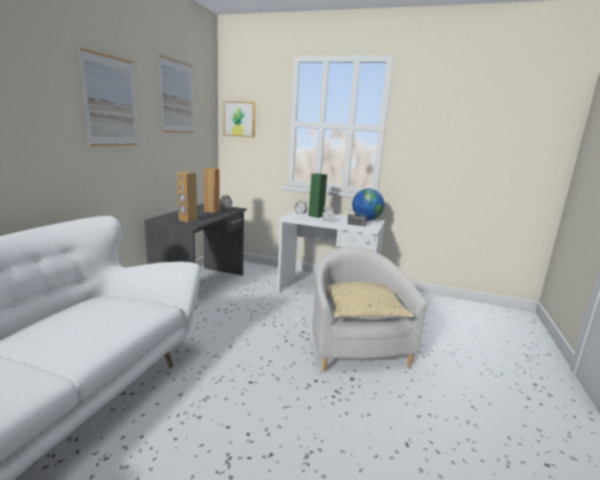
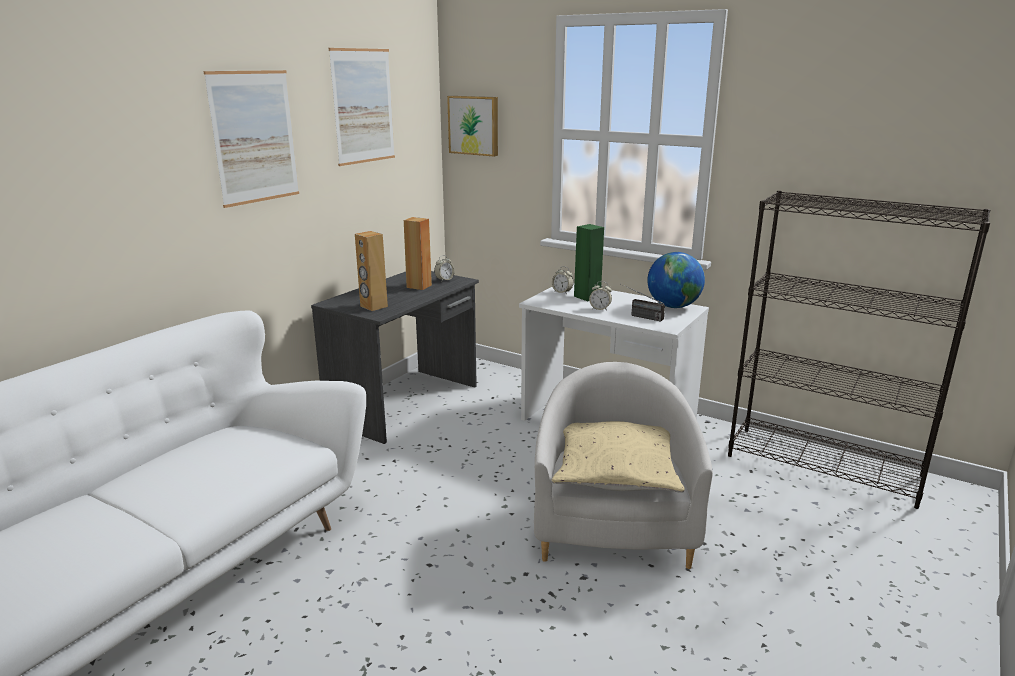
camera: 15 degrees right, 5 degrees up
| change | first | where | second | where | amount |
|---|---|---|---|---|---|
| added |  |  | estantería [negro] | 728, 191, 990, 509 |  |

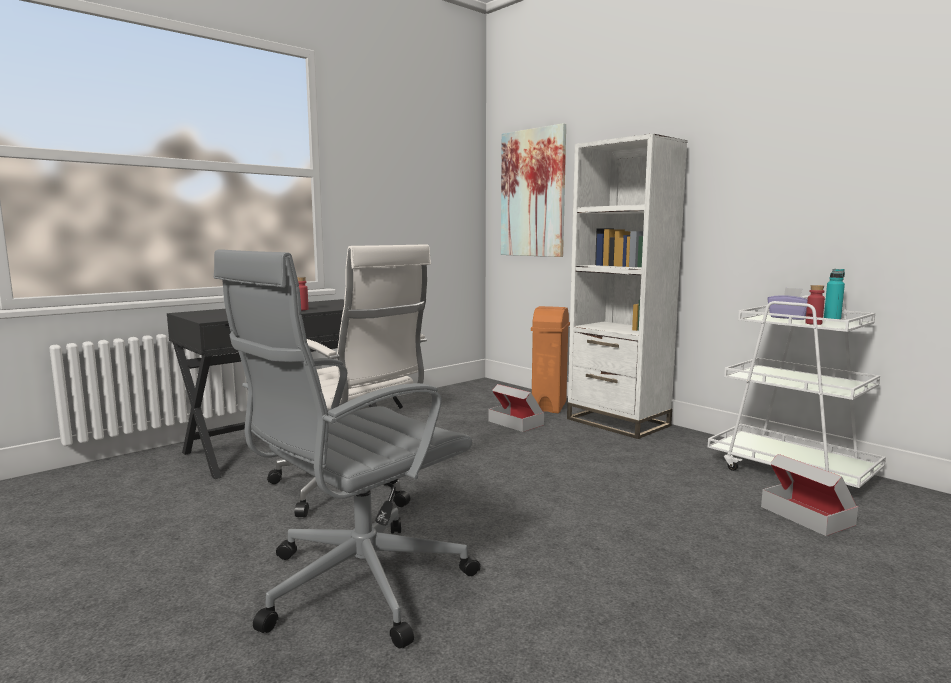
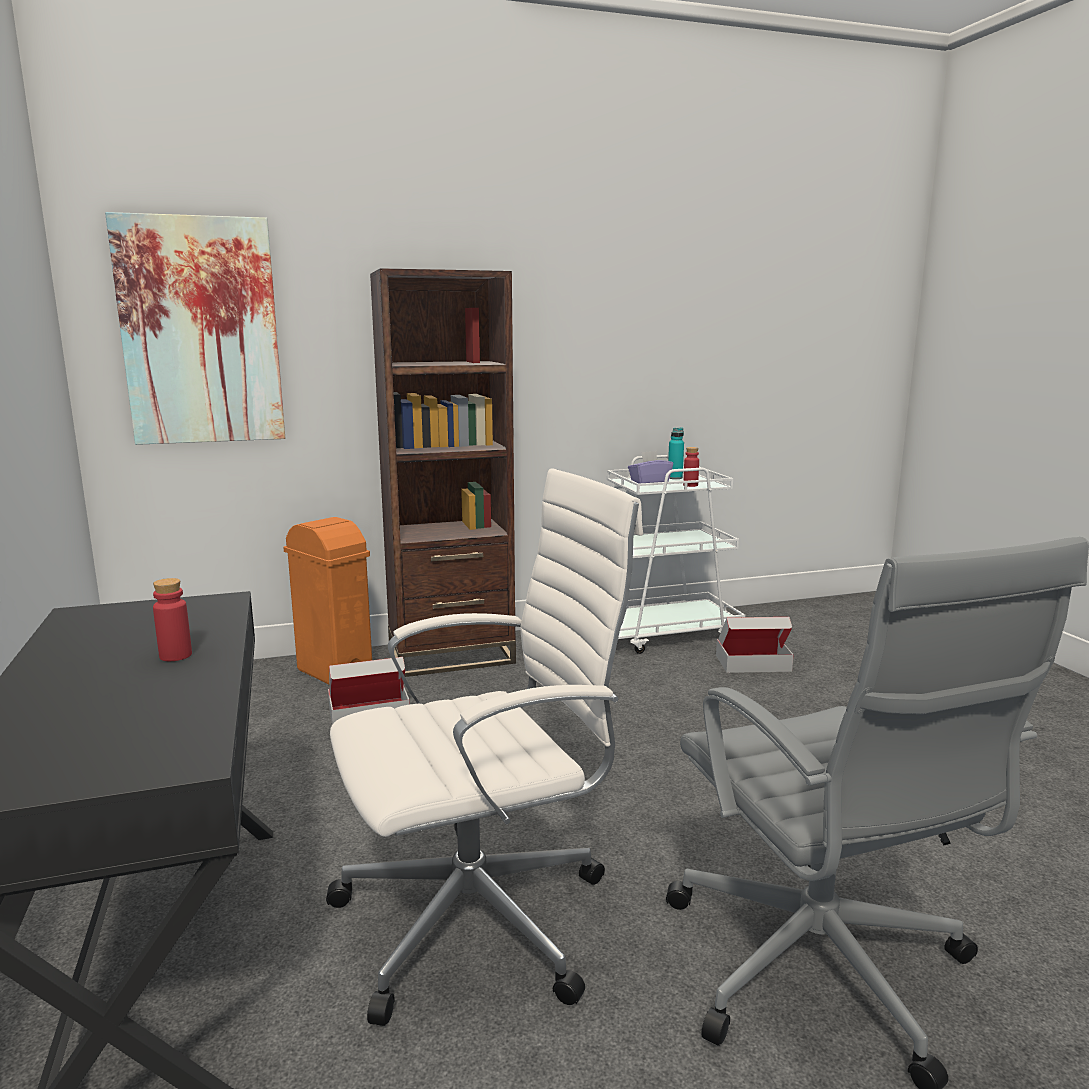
camera: 65 degrees left, 5 degrees up
| change | first | where | second | where | amount |
|---|---|---|---|---|---|
| recoloured | estantería [blanco] | 567, 133, 688, 439 | estantería [marrón] | 370, 268, 516, 677 |  |

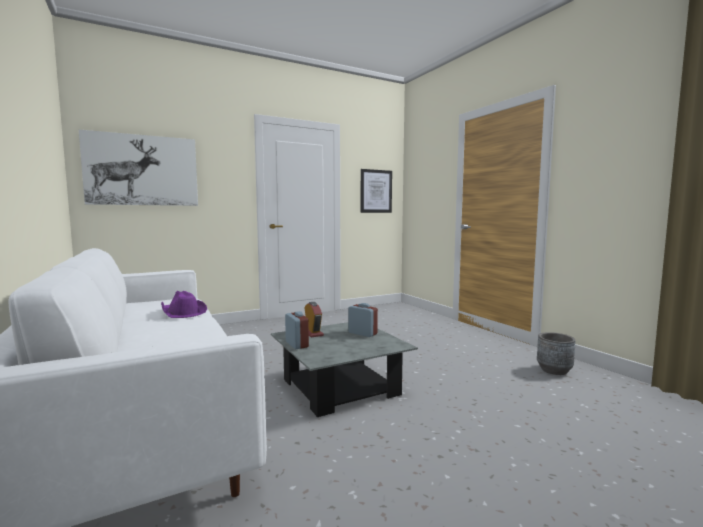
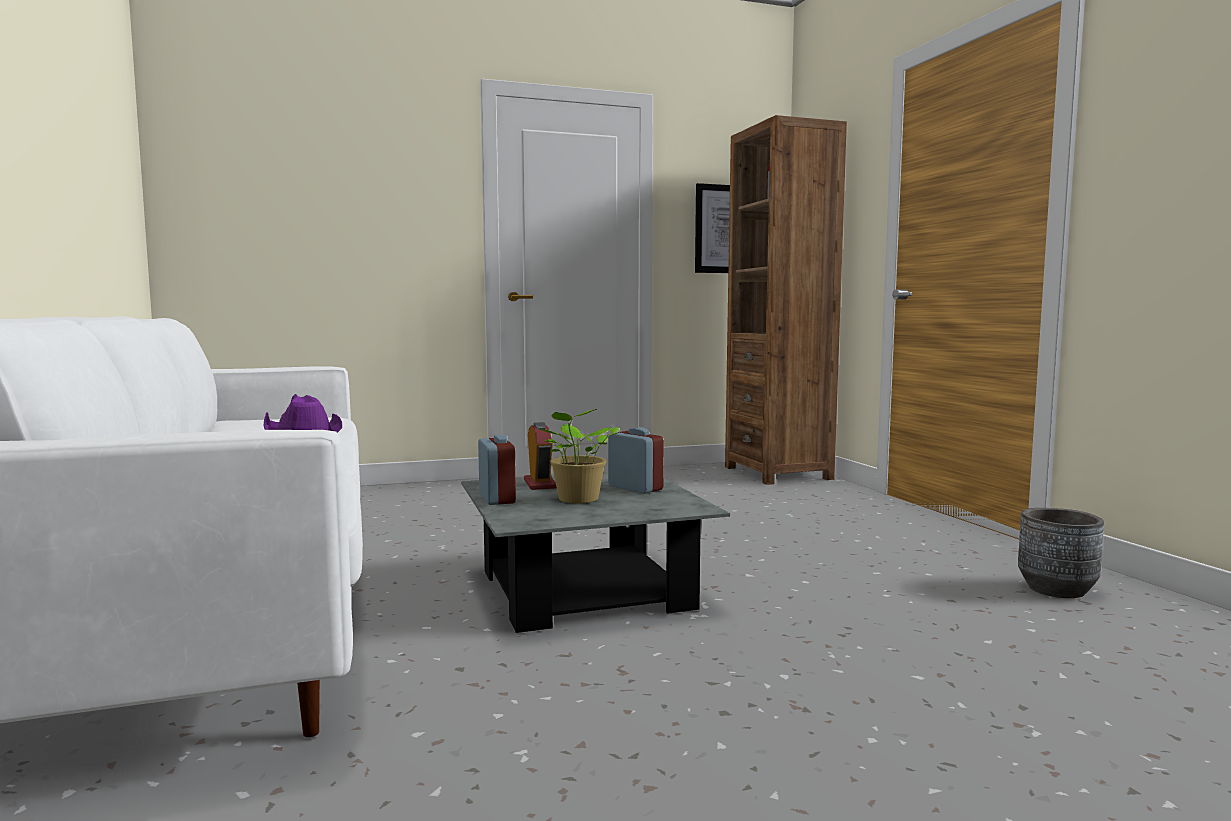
camera: 10 degrees right, 0 degrees up
| change | first | where | second | where | amount |
|---|---|---|---|---|---|
| removed | cuadro | 79, 130, 198, 206 |  |  |  |
| added |  |  | estantería [marrón] | 725, 115, 847, 485 |  |
| added |  |  | planta en maceta | 540, 409, 619, 503 |  |

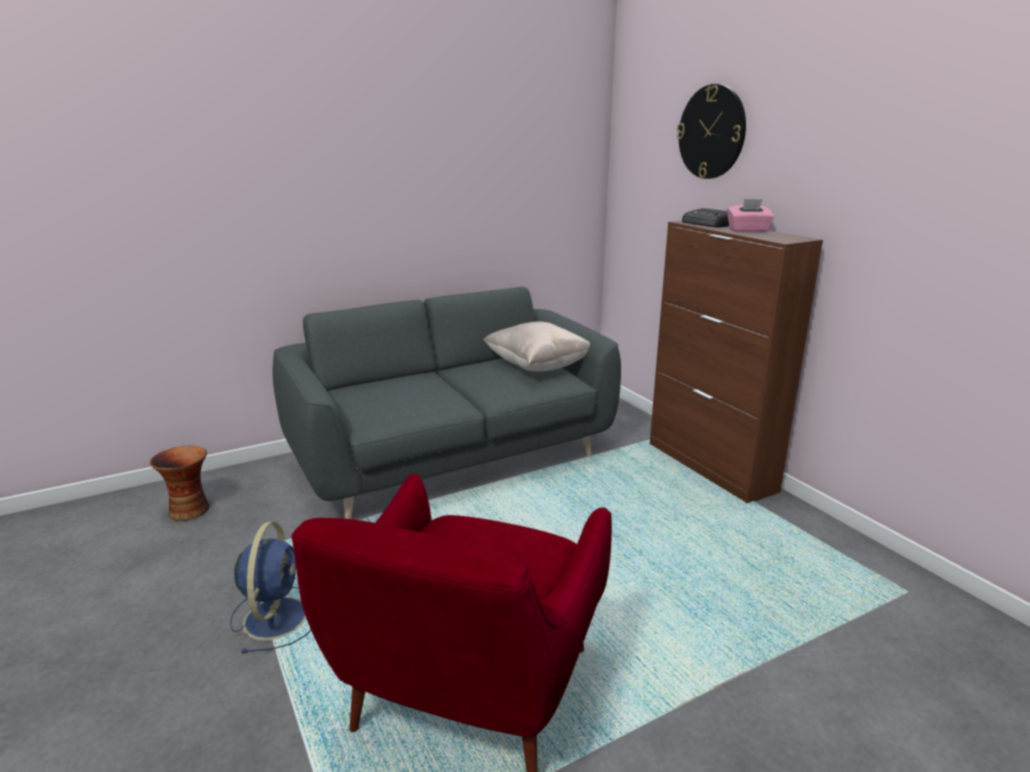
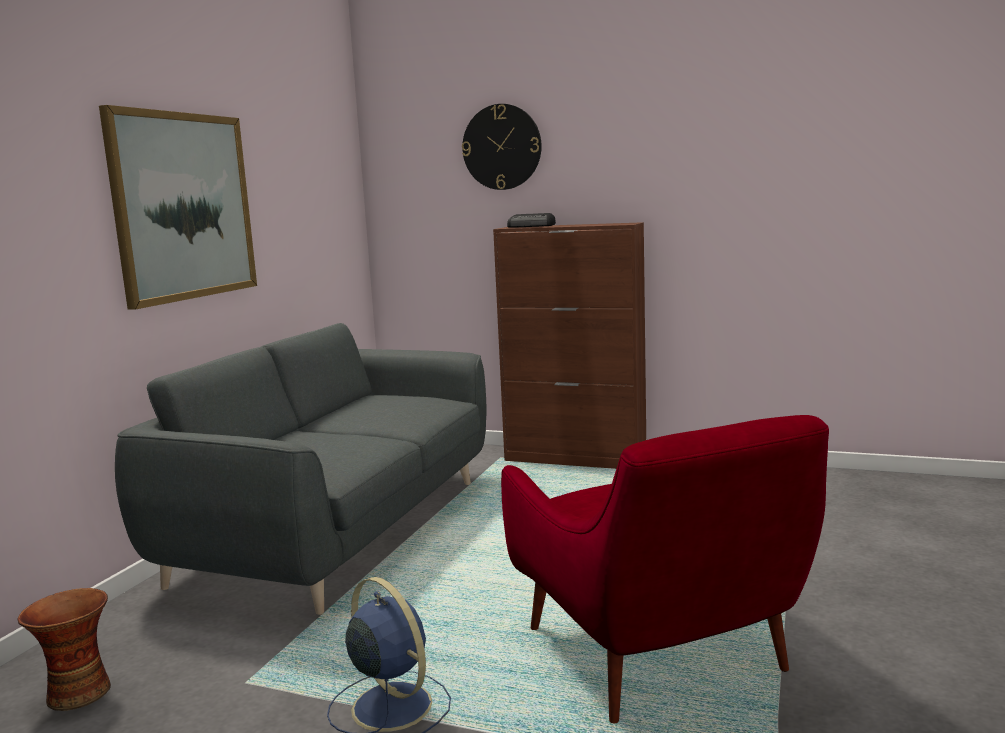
camera: 40 degrees left, 10 degrees down
| change | first | where | second | where | amount |
|---|---|---|---|---|---|
| removed | caja de pañuelos [rosa] | 727, 199, 774, 232 |  |  |  |
| removed | cojín [beis] | 483, 321, 590, 371 |  |  |  |
| added |  |  | cuadro | 99, 105, 257, 310 |  |

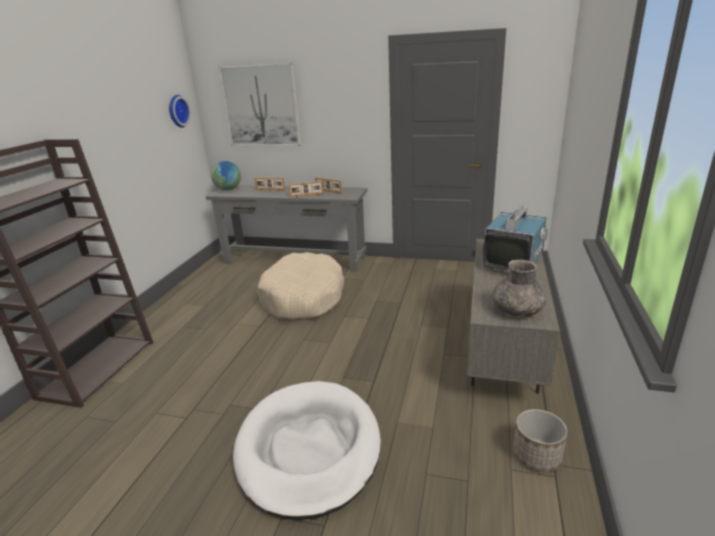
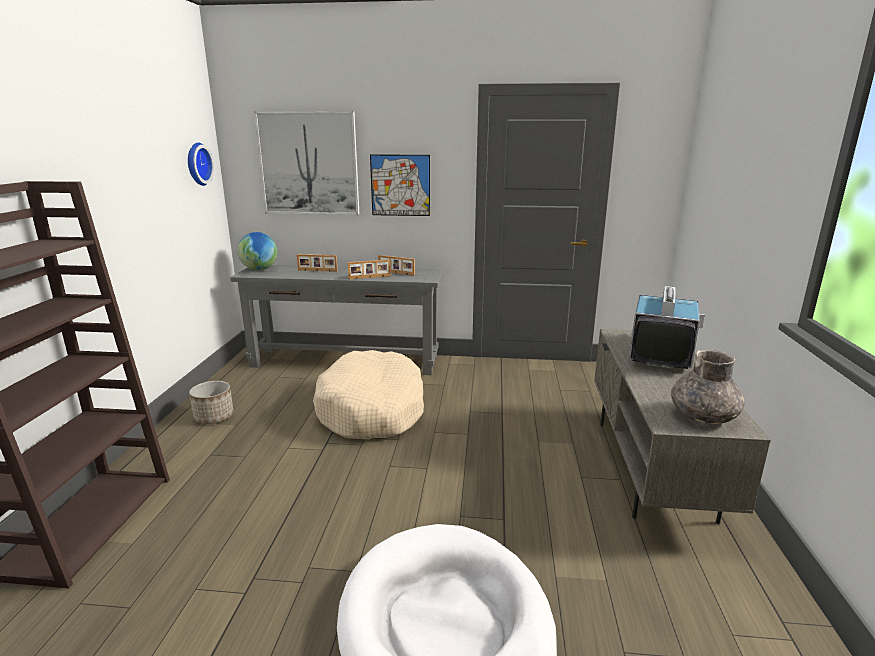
camera: 10 degrees left, 5 degrees down
| change | first | where | second | where | amount |
|---|---|---|---|---|---|
| moved | maceta | 513, 409, 567, 472 |  | 189, 381, 233, 424 |  |
| added |  |  | cuadro | 370, 154, 430, 216 |  |

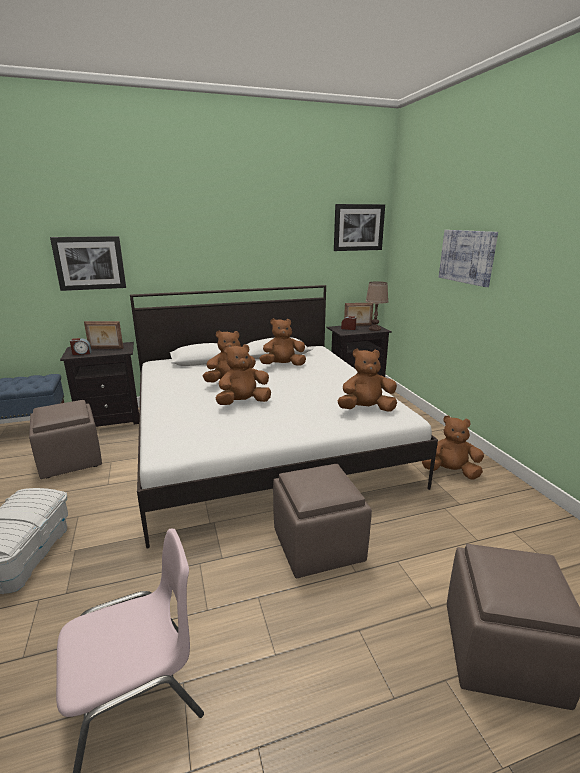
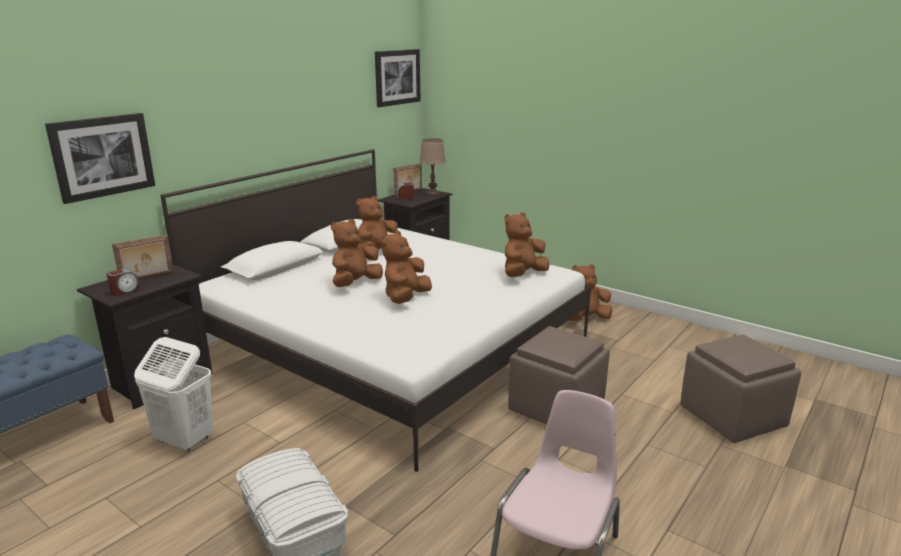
camera: 35 degrees left, 0 degrees up
| change | first | where | second | where | amount |
|---|---|---|---|---|---|
| removed | cuadro | 439, 230, 498, 287 |  |  |  |
| replaced | puf [marrón] | 29, 400, 102, 479 | cesto de la ropa [blanco] | 134, 337, 213, 452 |  |

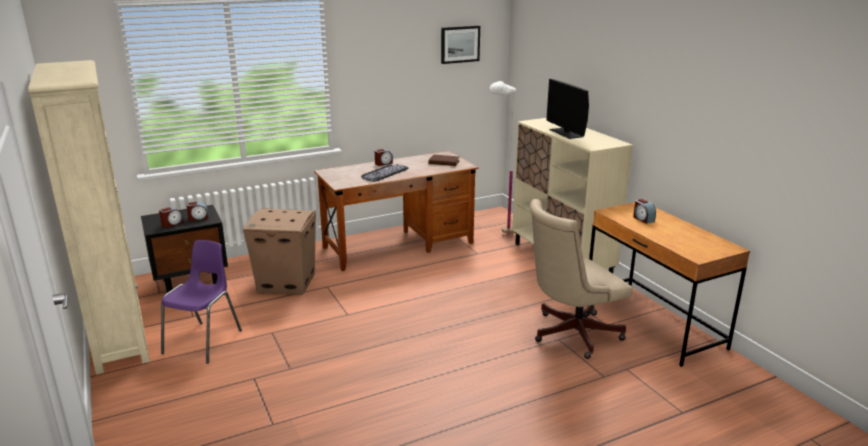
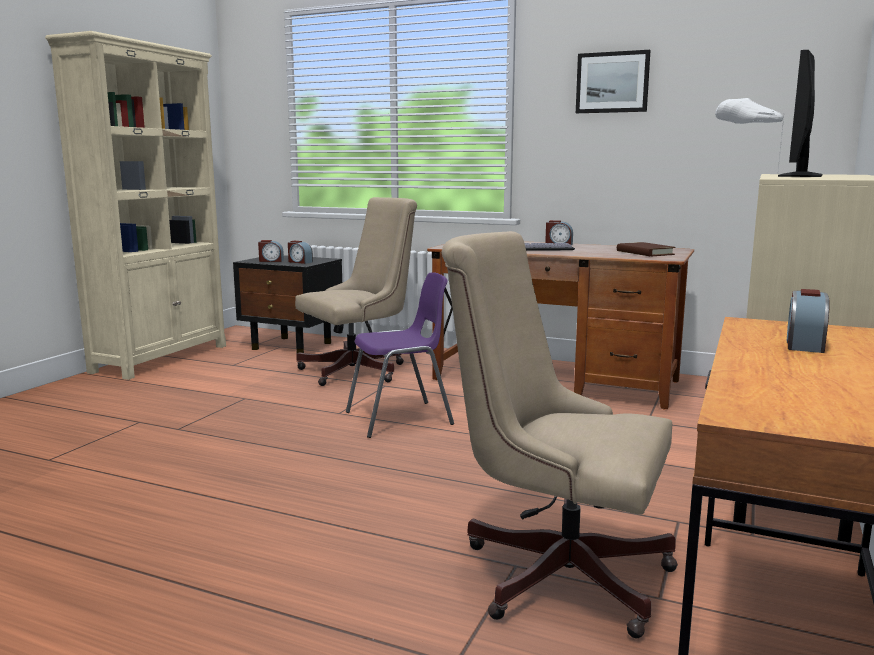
camera: 50 degrees right, 10 degrees down
| change | first | where | second | where | amount |
|---|---|---|---|---|---|
| moved | cuadro | 441, 26, 480, 64 |  | 576, 50, 651, 113 |  |
| replaced | caja de cartón | 243, 208, 316, 295 | silla de oficina [beis] | 295, 197, 417, 386 |  |
| moved | silla [morado] | 161, 240, 242, 364 |  | 346, 272, 454, 438 |  |

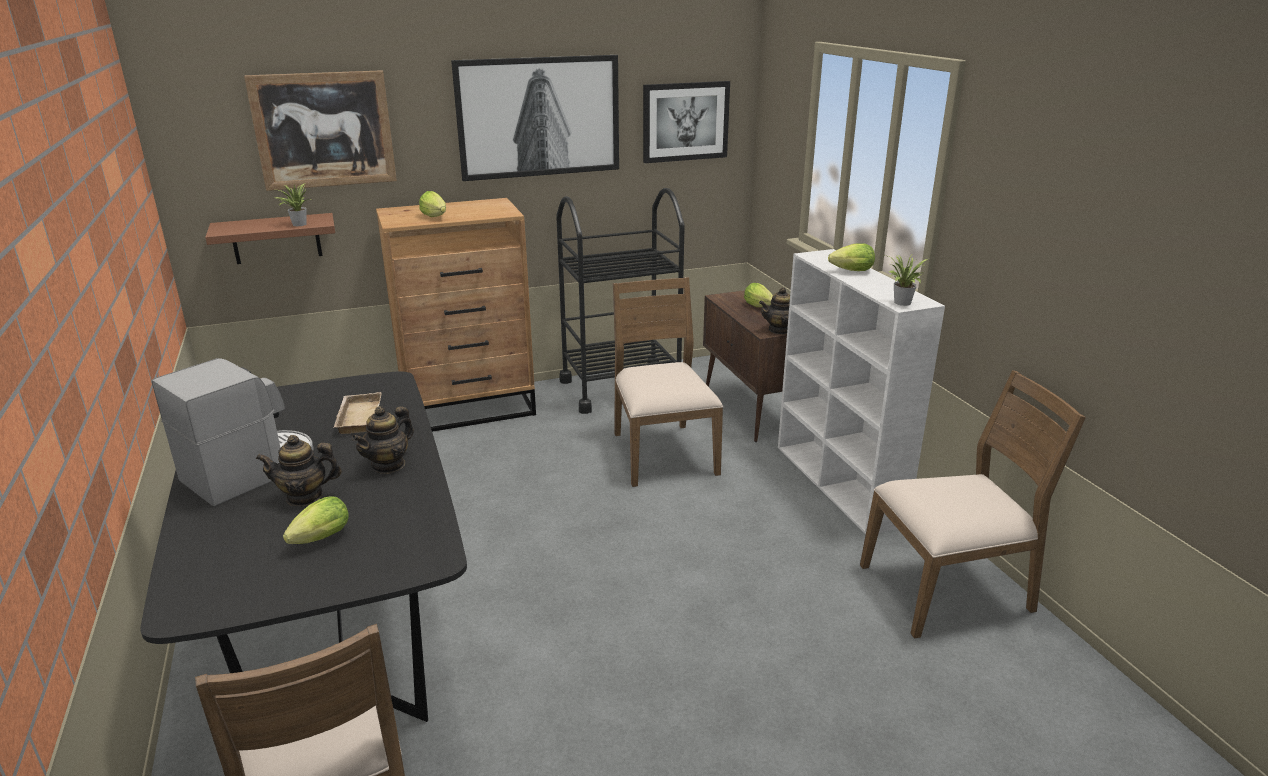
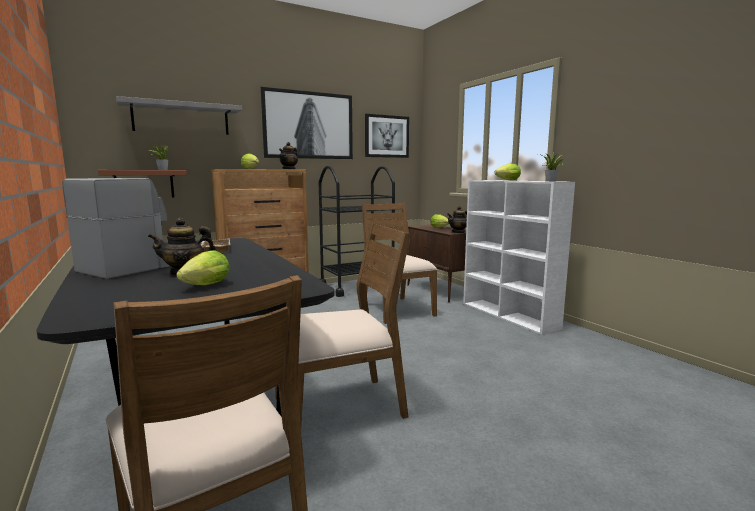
camera: 10 degrees left, 15 degrees down
| change | first | where | second | where | amount |
|---|---|---|---|---|---|
| replaced | cuadro | 244, 70, 397, 191 | estante [gris] | 116, 96, 242, 135 |  |
| moved | silla [marrón] | 860, 370, 1086, 638 |  | 275, 223, 410, 424 |  |
| moved | tetera | 352, 406, 414, 474 |  | 279, 142, 298, 169 |  |

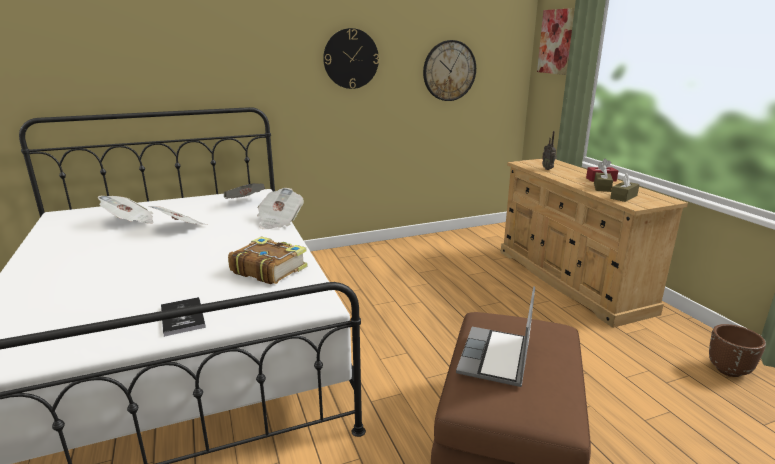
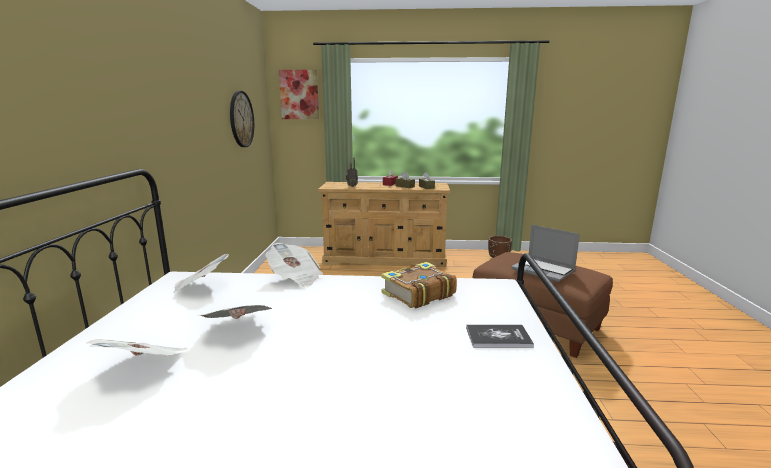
camera: 65 degrees left, 5 degrees down
| change | first | where | second | where | amount |
|---|---|---|---|---|---|
| removed | reloj de pared | 323, 28, 379, 89 |  |  |  |

